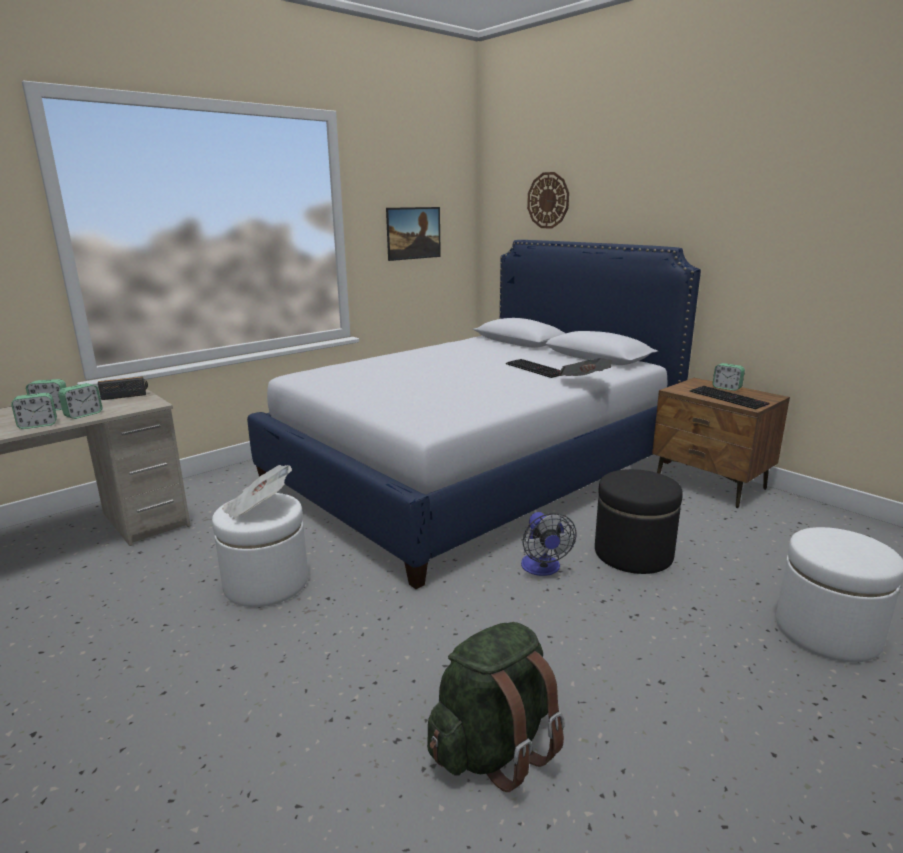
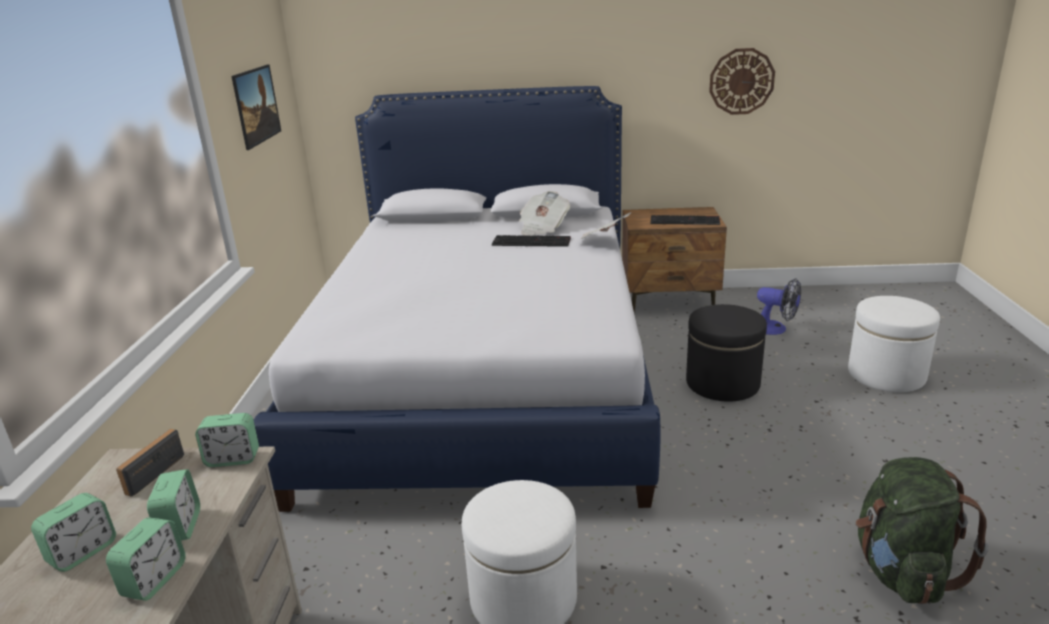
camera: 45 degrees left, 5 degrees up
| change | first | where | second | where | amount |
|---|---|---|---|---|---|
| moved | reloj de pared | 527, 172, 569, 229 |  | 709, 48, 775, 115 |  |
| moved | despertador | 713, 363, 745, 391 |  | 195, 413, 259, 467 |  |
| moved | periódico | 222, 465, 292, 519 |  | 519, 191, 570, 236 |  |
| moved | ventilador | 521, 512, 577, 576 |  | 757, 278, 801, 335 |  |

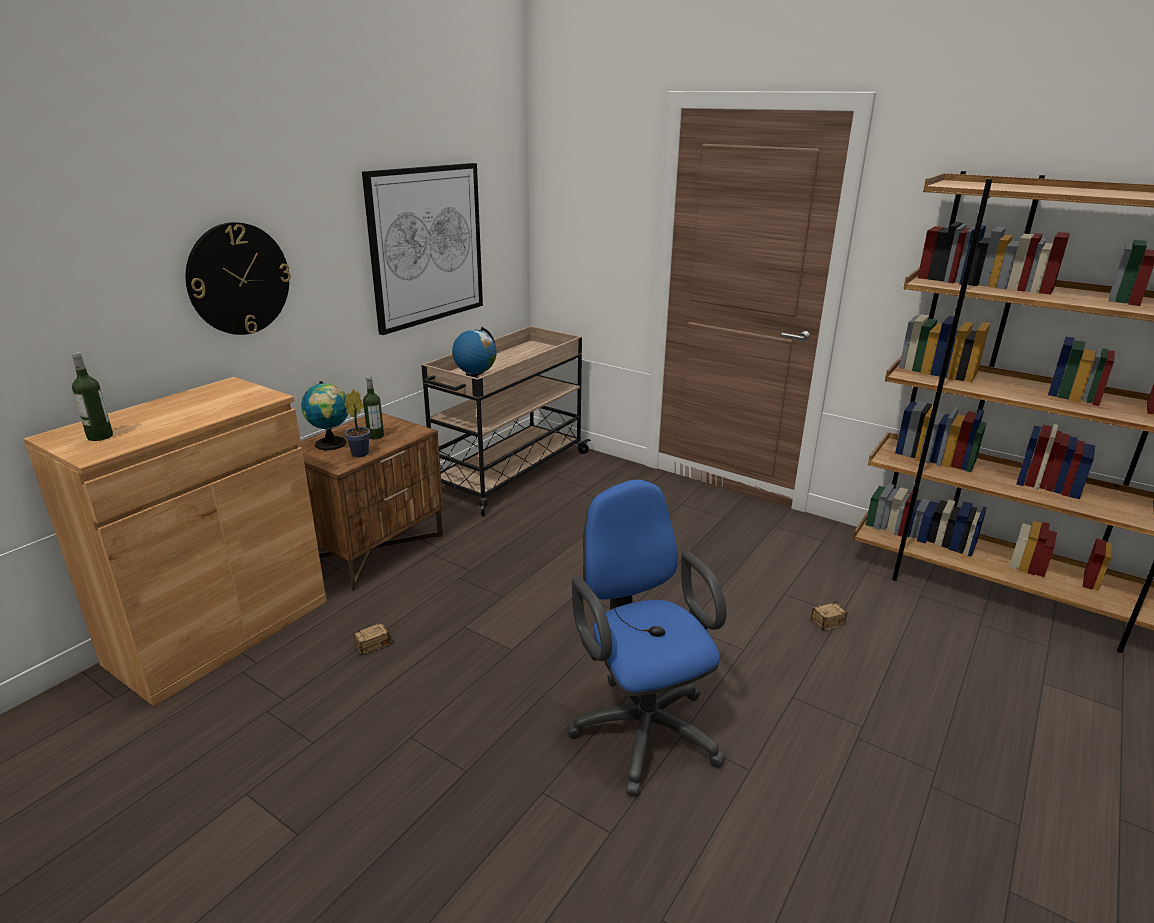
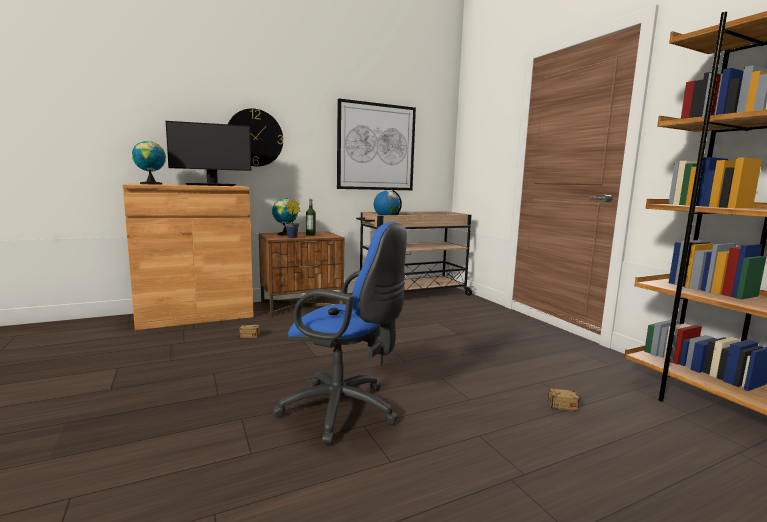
camera: 30 degrees right, 15 degrees down
| change | first | where | second | where | amount |
|---|---|---|---|---|---|
| replaced | botella | 72, 352, 113, 441 | globo terráqueo | 132, 141, 166, 185 |  |
| turned | silla de oficina [azul] | 567, 479, 726, 796 |  | 273, 222, 407, 445 | 105 degrees clockwise |
| added |  |  | monitor | 166, 121, 251, 186 |  |

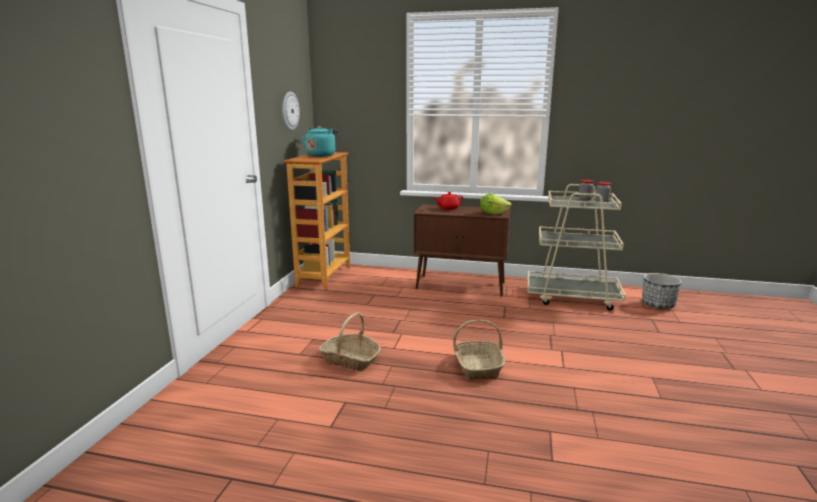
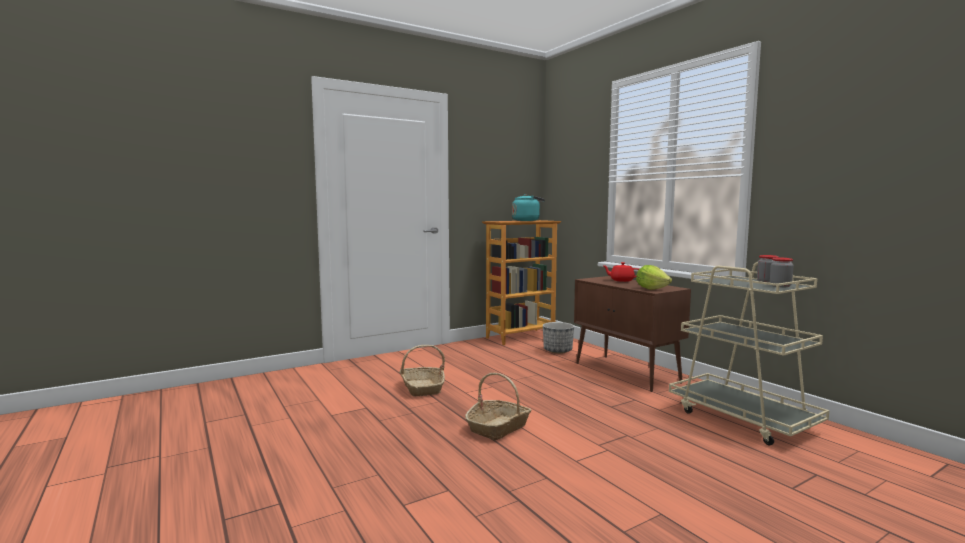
camera: 45 degrees right, 10 degrees down
| change | first | where | second | where | amount |
|---|---|---|---|---|---|
| removed | reloj de pared | 282, 92, 300, 130 |  |  |  |
| moved | maceta | 642, 273, 682, 309 |  | 543, 322, 574, 354 |  |

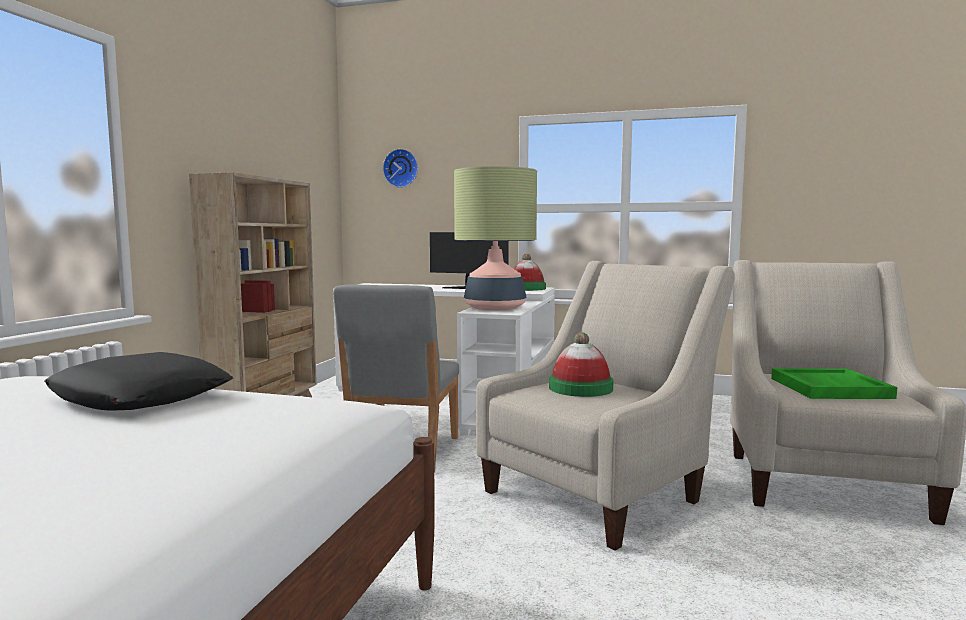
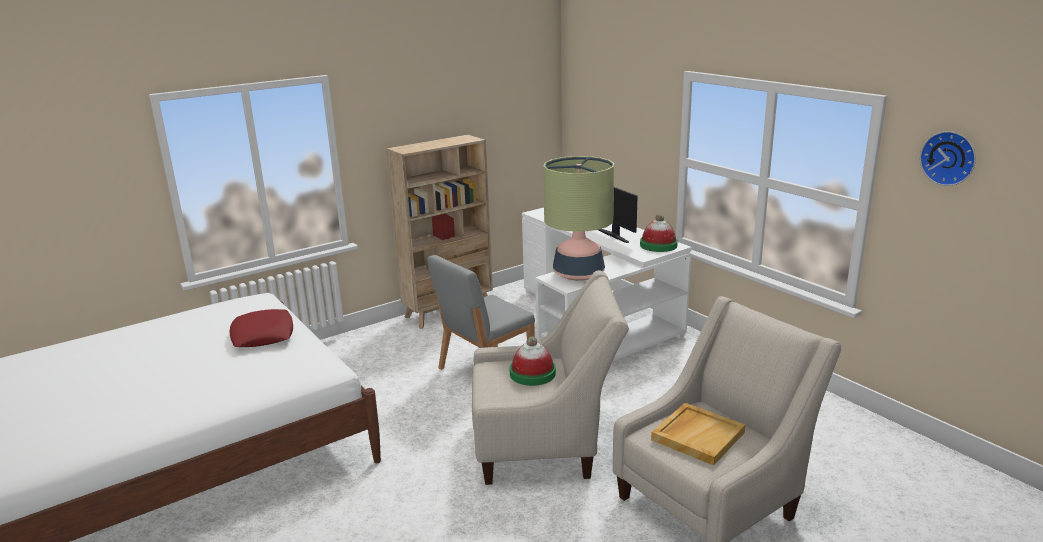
camera: 40 degrees right, 15 degrees up
| change | first | where | second | where | amount |
|---|---|---|---|---|---|
| moved | reloj de pared | 383, 149, 418, 188 |  | 920, 131, 976, 186 |  |
| recoloured | cojín [negro] | 45, 352, 233, 411 | cojín [rojo] | 230, 309, 293, 347 |  |
| recoloured | bandeja [verde] | 771, 368, 897, 399 | bandeja [beis] | 651, 403, 745, 466 |  |

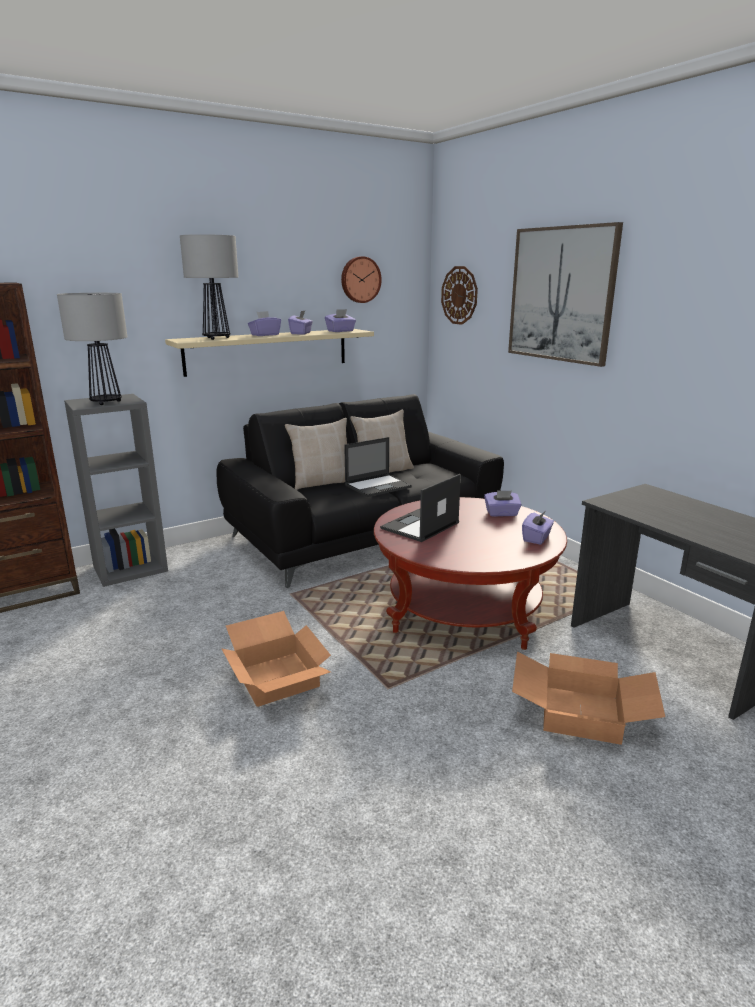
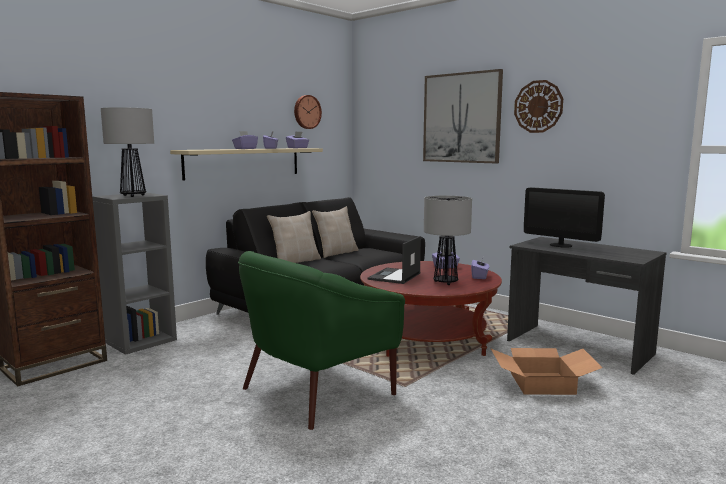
camera: 15 degrees left, 10 degrees down
| change | first | where | second | where | amount |
|---|---|---|---|---|---|
| moved | lámpara de mesa | 180, 234, 238, 340 |  | 424, 196, 472, 285 |  |
| moved | reloj de pared | 441, 266, 478, 325 |  | 514, 80, 563, 133 |  |
| removed | portátil | 344, 437, 412, 497 |  |  |  |
| replaced | caja de cartón | 221, 611, 331, 707 | sillón [verde] | 238, 251, 405, 430 |  |
| added |  |  | monitor | 524, 187, 605, 248 |  |

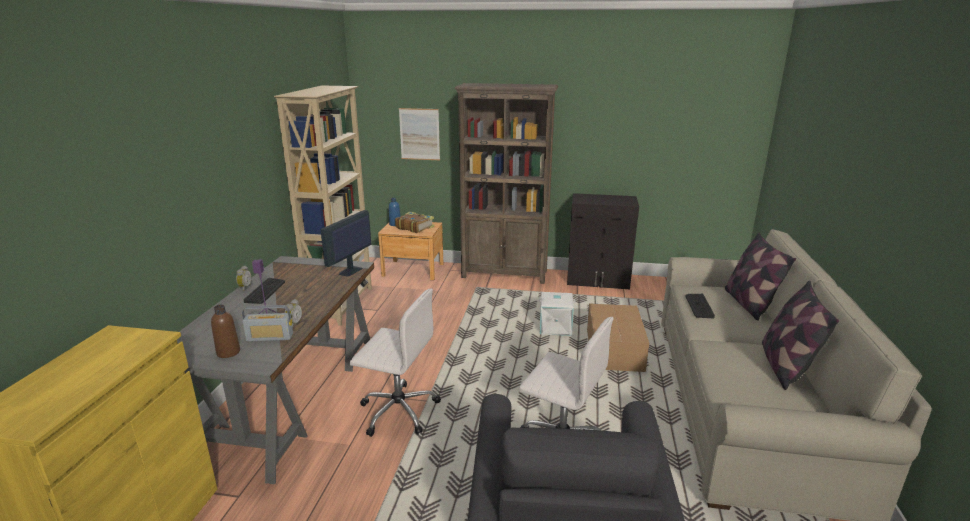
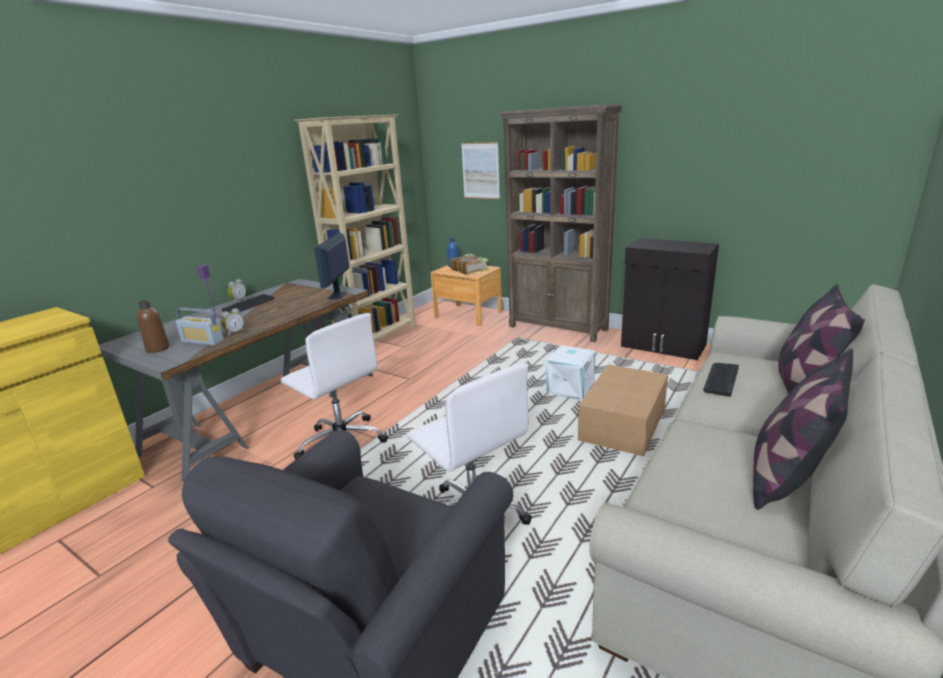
camera: 25 degrees right, 0 degrees up
| change | first | where | second | where | amount |
|---|---|---|---|---|---|
| turned | monitor | 321, 210, 371, 277 |  | 314, 233, 349, 300 | 45 degrees counterclockwise |

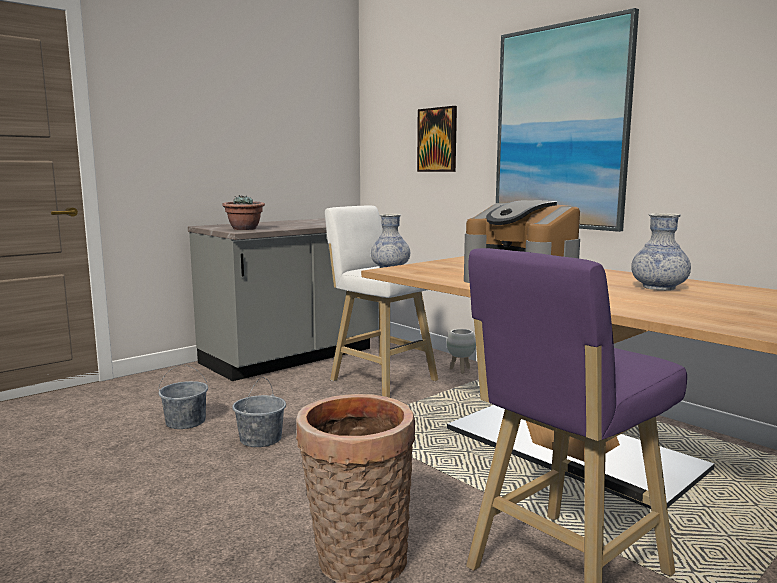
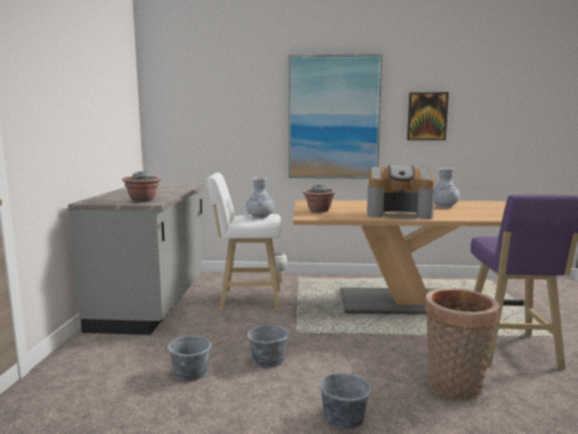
camera: 45 degrees left, 0 degrees up
| change | first | where | second | where | amount |
|---|---|---|---|---|---|
| moved | cuadro | 417, 106, 457, 172 |  | 407, 92, 449, 140 |  |
| added |  |  | planta en maceta | 303, 184, 336, 212 |  |
| added |  |  | cubo [gris] | 319, 358, 371, 430 |  |

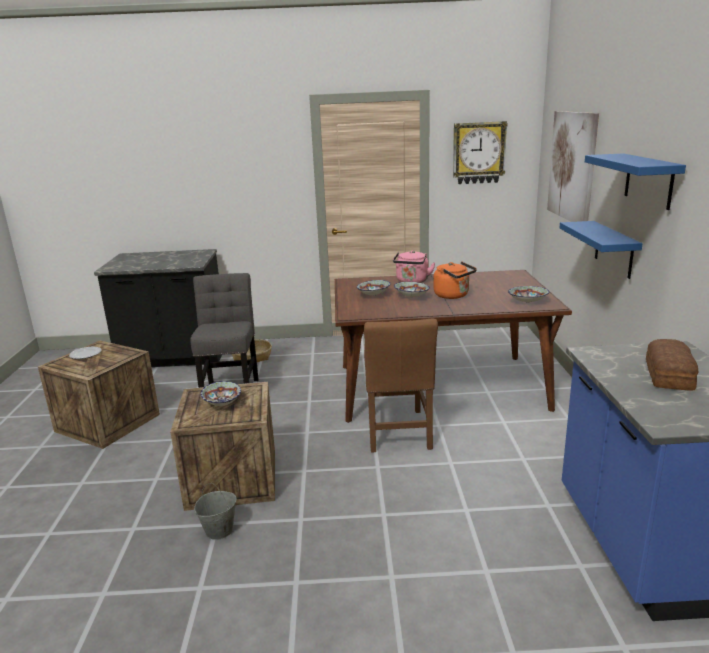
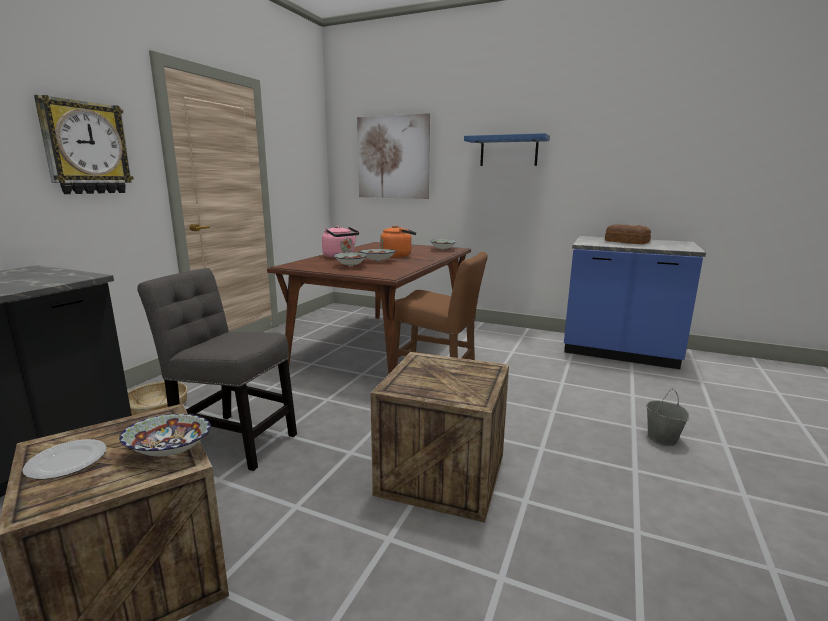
camera: 65 degrees left, 5 degrees down
| change | first | where | second | where | amount |
|---|---|---|---|---|---|
| moved | reloj de pared | 453, 121, 508, 184 |  | 34, 95, 134, 194 |  |
| removed | estante [azul] | 559, 221, 643, 279 |  |  |  |
| moved | cuenco | 201, 381, 241, 406 |  | 119, 414, 211, 456 |  |
| moved | cubo [gris] | 194, 483, 236, 540 |  | 646, 389, 689, 446 |  |

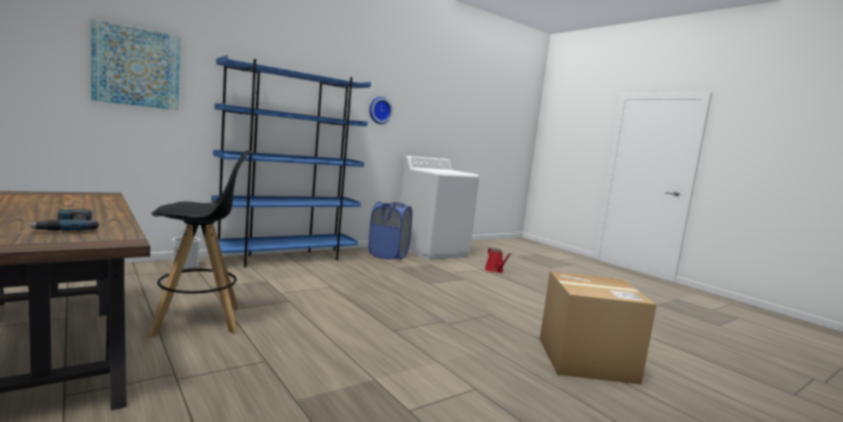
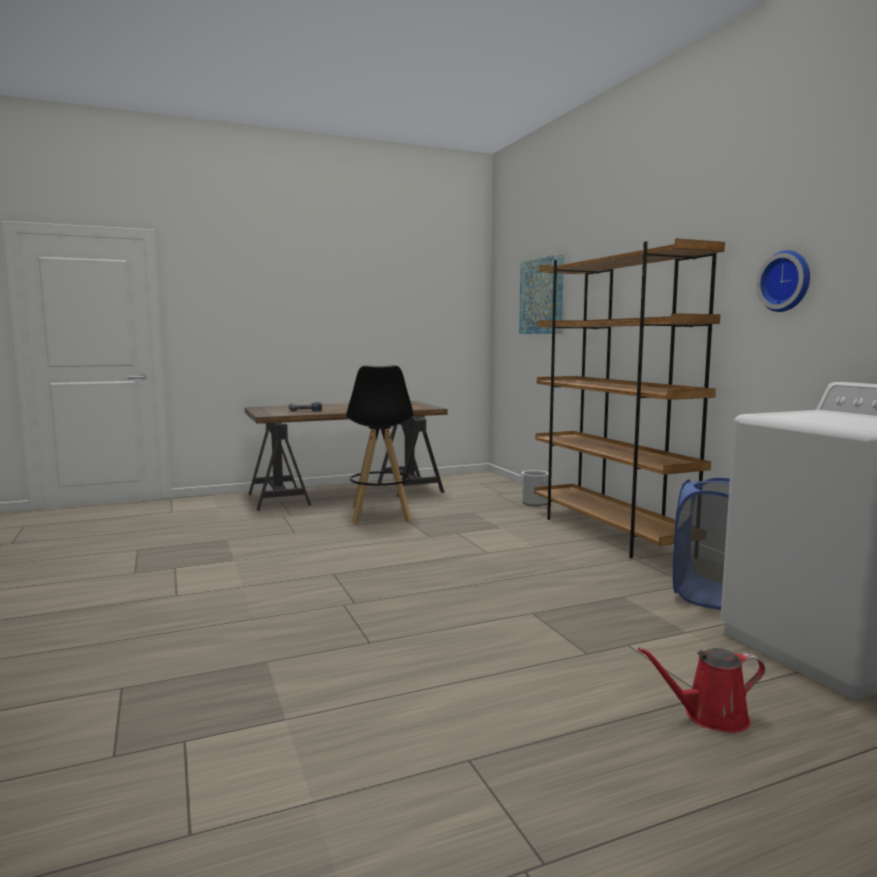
camera: 105 degrees right, 0 degrees up
| change | first | where | second | where | amount |
|---|---|---|---|---|---|
| recoloured | estantería [azul] | 211, 55, 371, 268 | estantería [marrón] | 534, 238, 725, 559 |  |
| removed | caja de cartón | 540, 271, 657, 385 |  |  |  |

